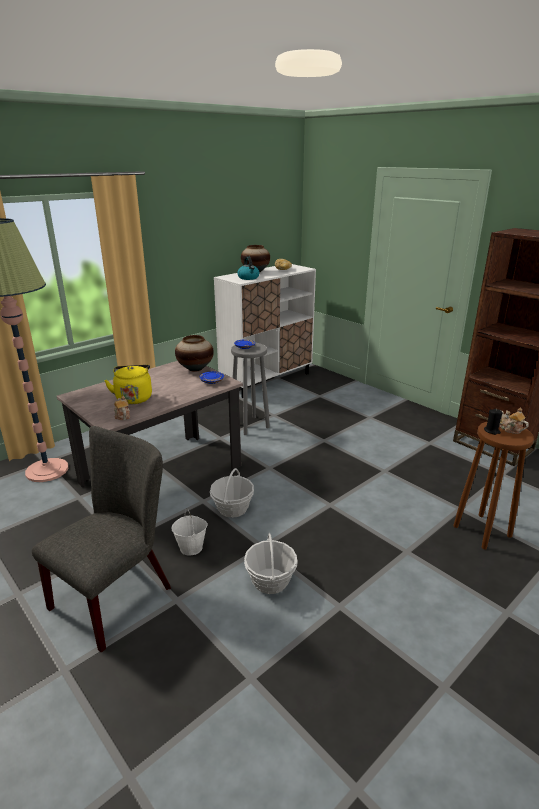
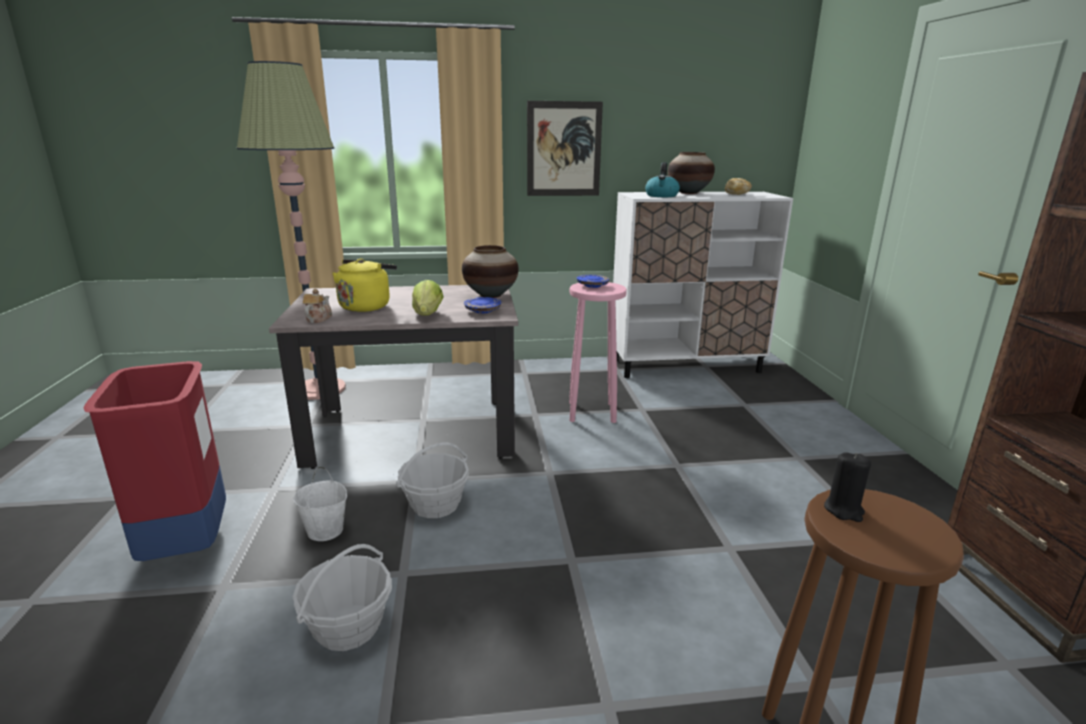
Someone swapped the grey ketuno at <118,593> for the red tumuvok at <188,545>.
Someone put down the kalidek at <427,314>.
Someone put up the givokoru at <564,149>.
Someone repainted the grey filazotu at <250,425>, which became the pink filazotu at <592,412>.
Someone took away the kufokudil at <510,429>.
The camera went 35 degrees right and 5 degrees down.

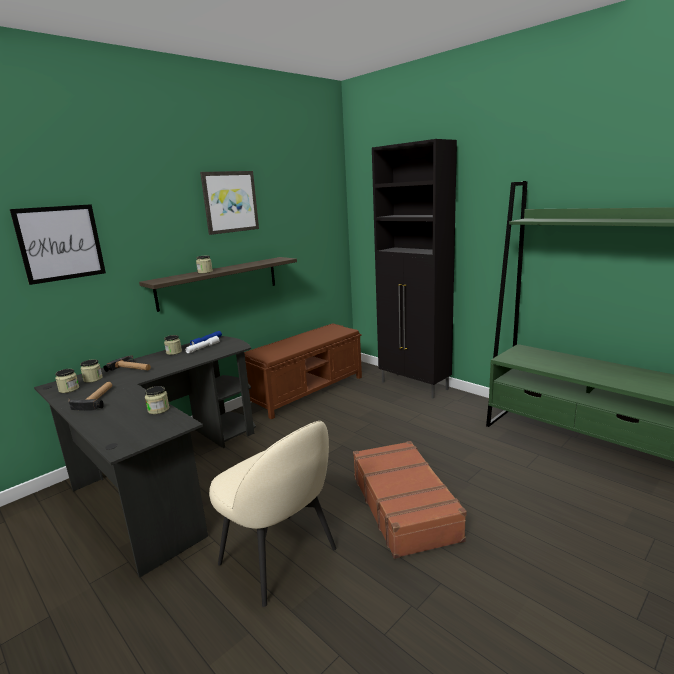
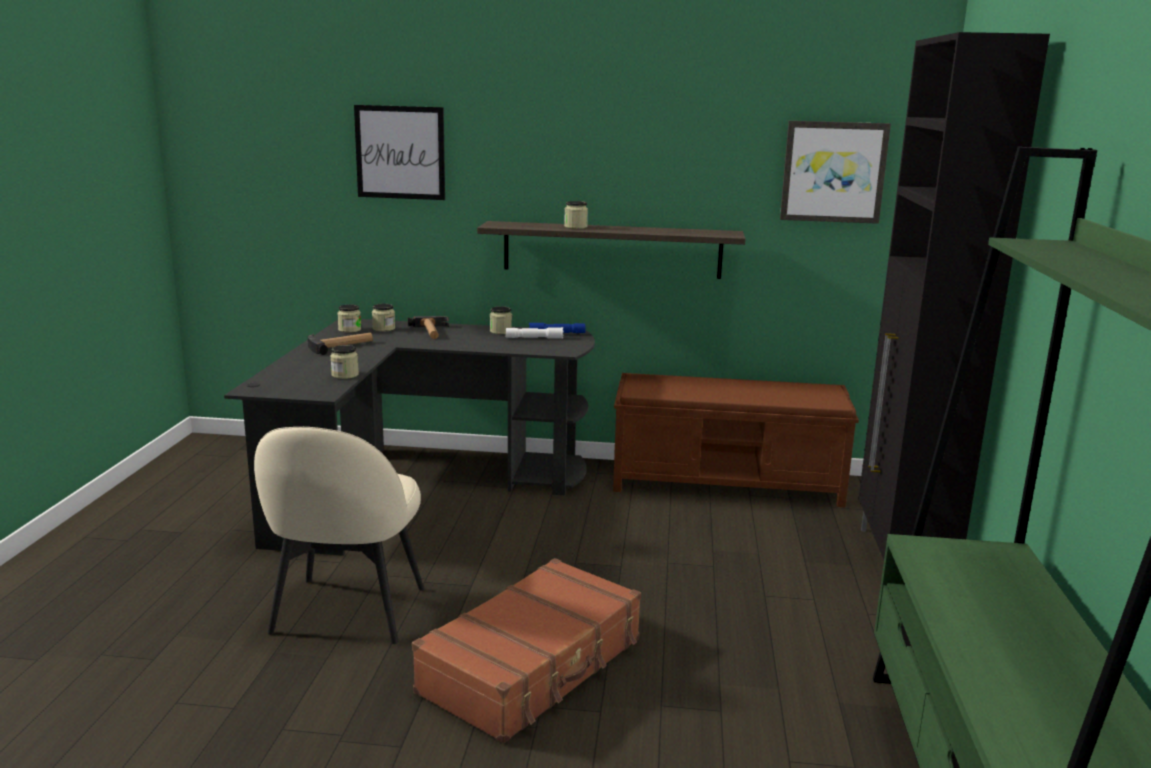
Someone carried the givokoru from <230,202> to <833,172>.
The camera went 50 degrees right and 0 degrees up.

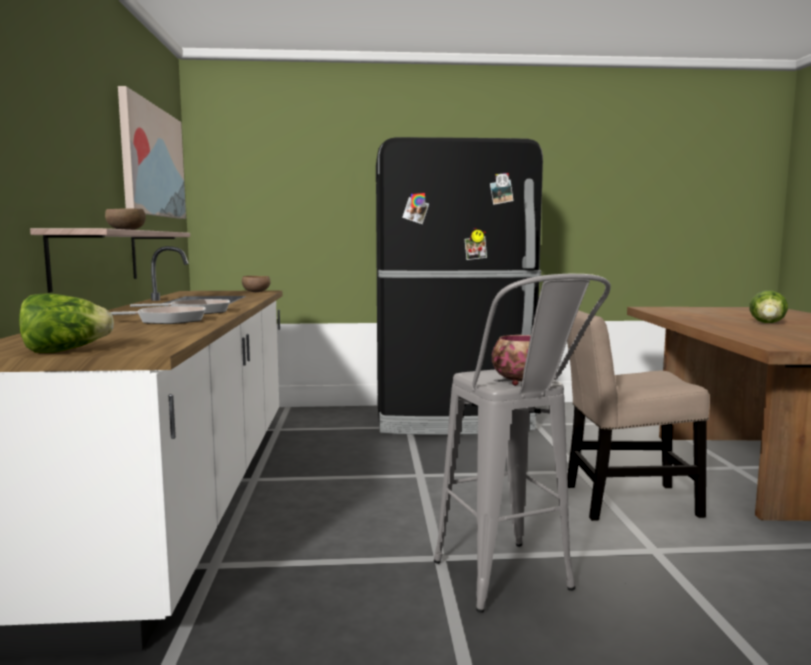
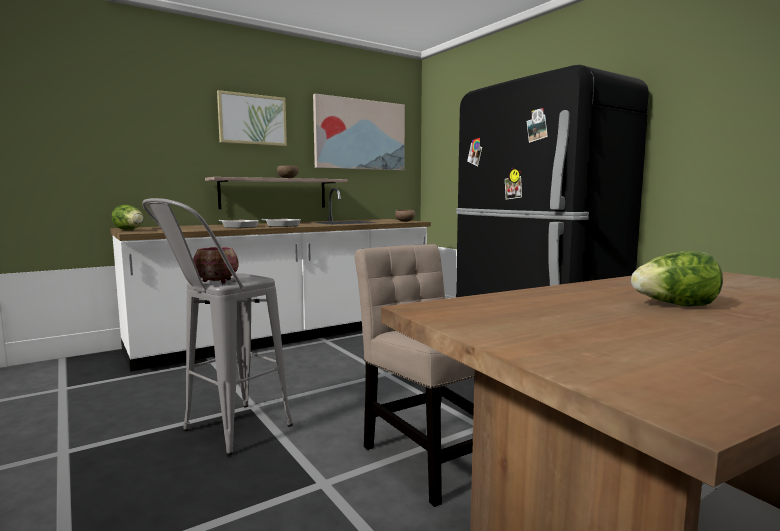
Someone put up the givokoru at <252,119>.
The camera went 60 degrees right and 0 degrees up.

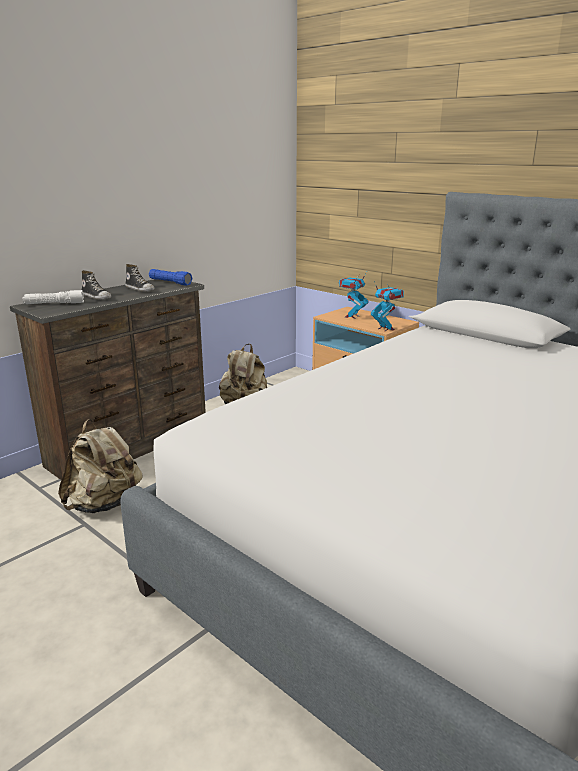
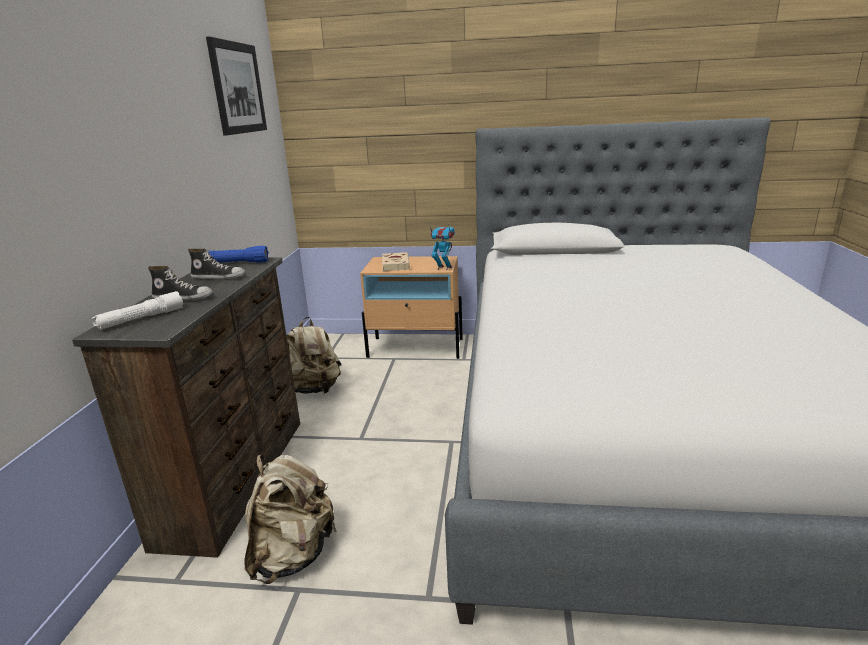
Someone put up the givokoru at <238,88>.
Someone swapped the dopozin at <352,316> for the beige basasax at <395,264>.
The camera went 35 degrees left and 0 degrees up.

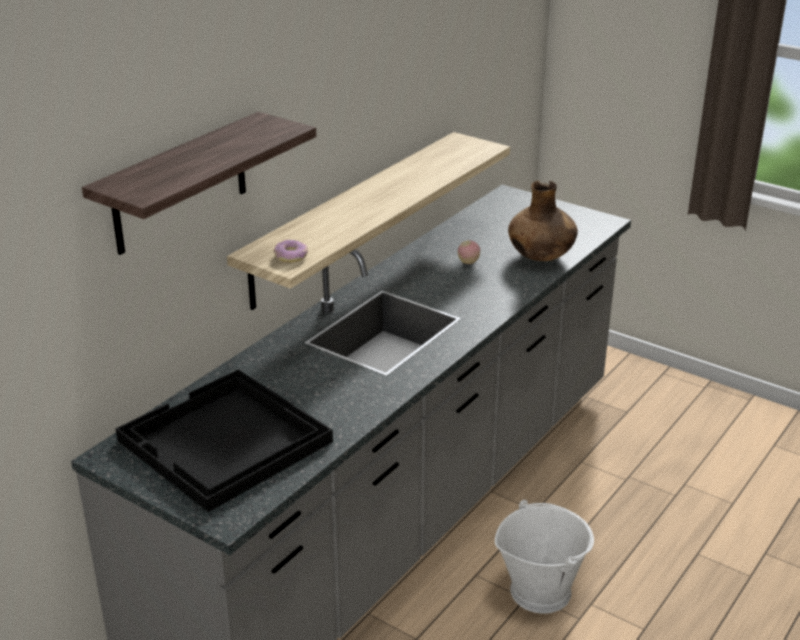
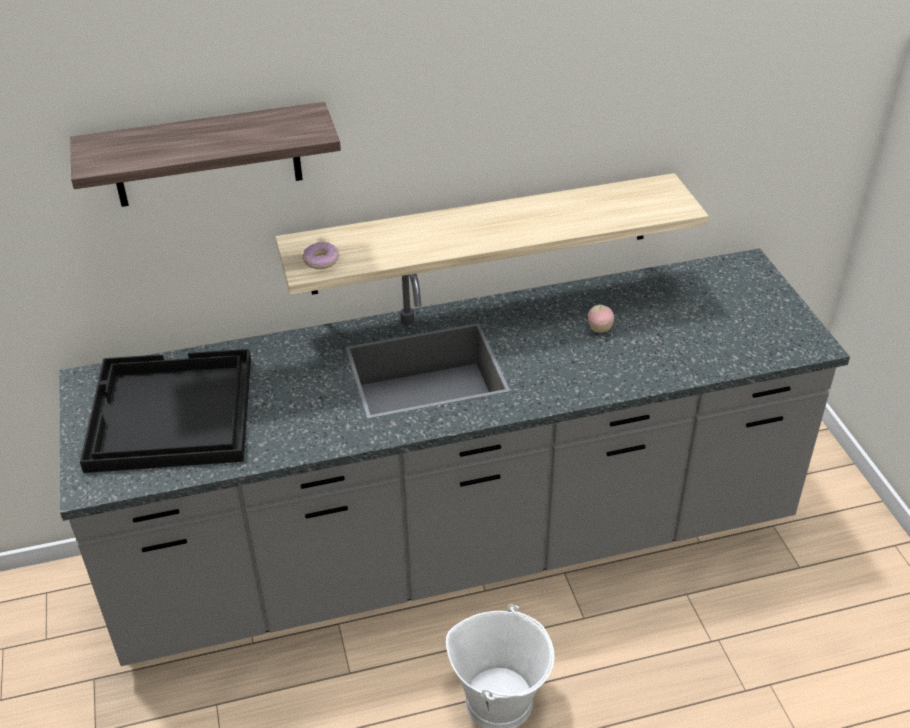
Someone took away the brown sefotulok at <541,257>.
The camera went 40 degrees right and 10 degrees up.

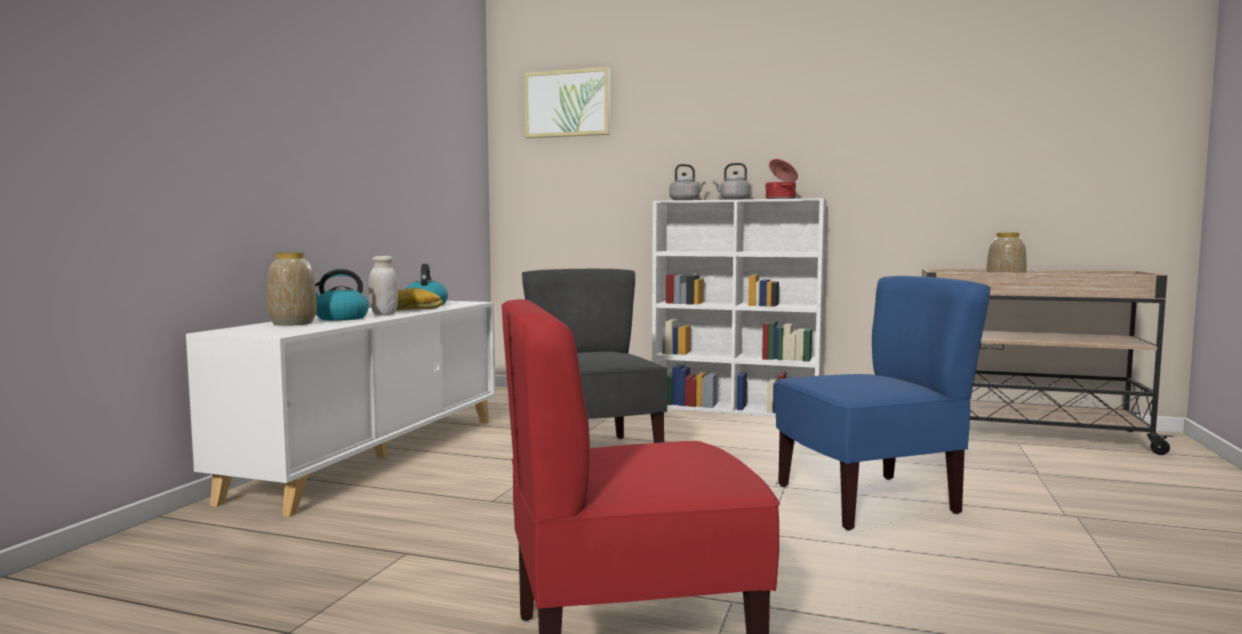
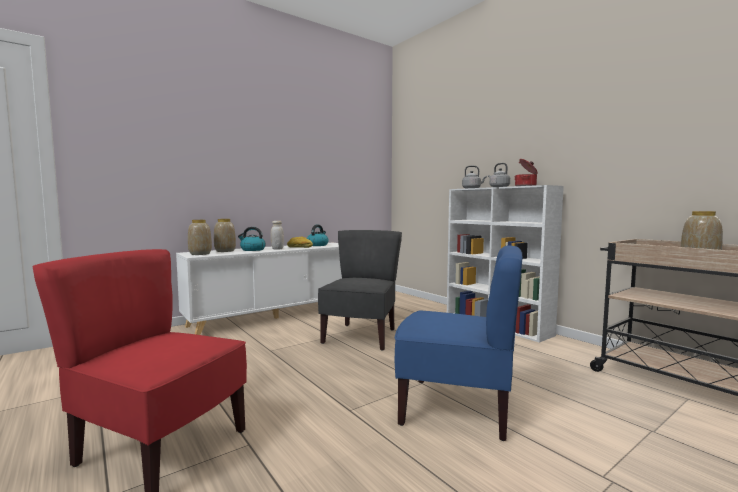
Someone put down the sefotulok at <200,254>.
Someone took away the givokoru at <567,103>.
The camera went 35 degrees right and 0 degrees up.

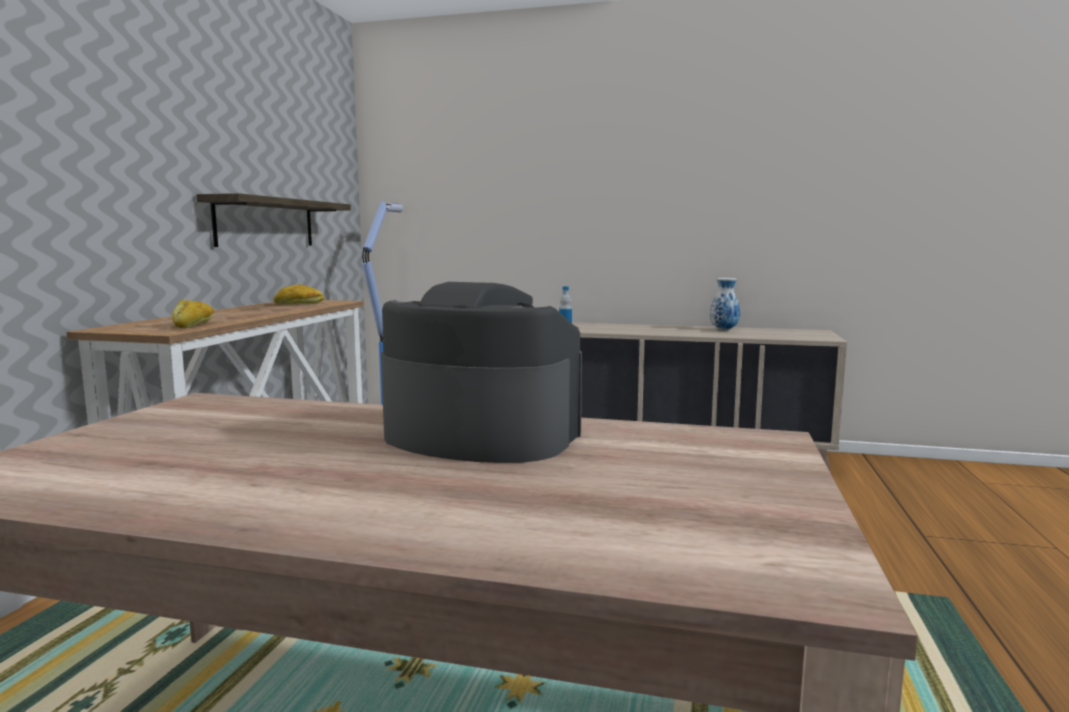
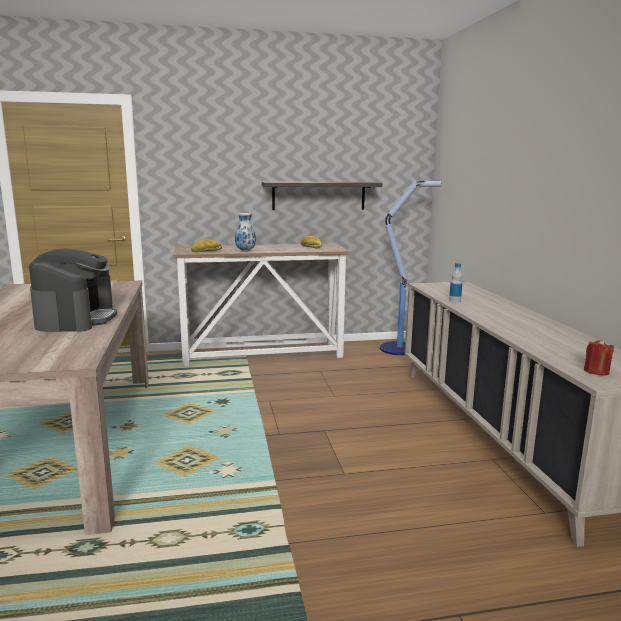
Someone carried the sefotulok from <724,330> to <246,251>.
Someone put down the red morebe at <596,371>.
The camera went 65 degrees right and 5 degrees up.

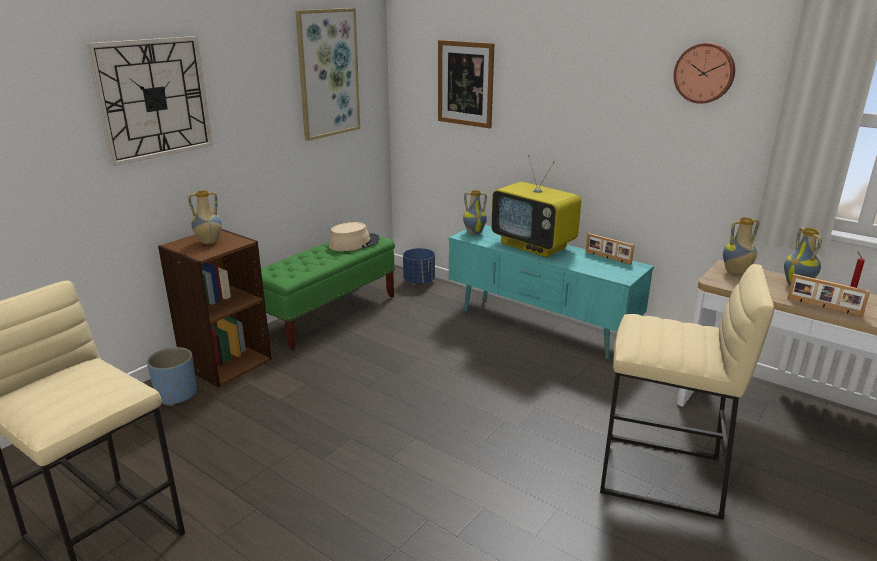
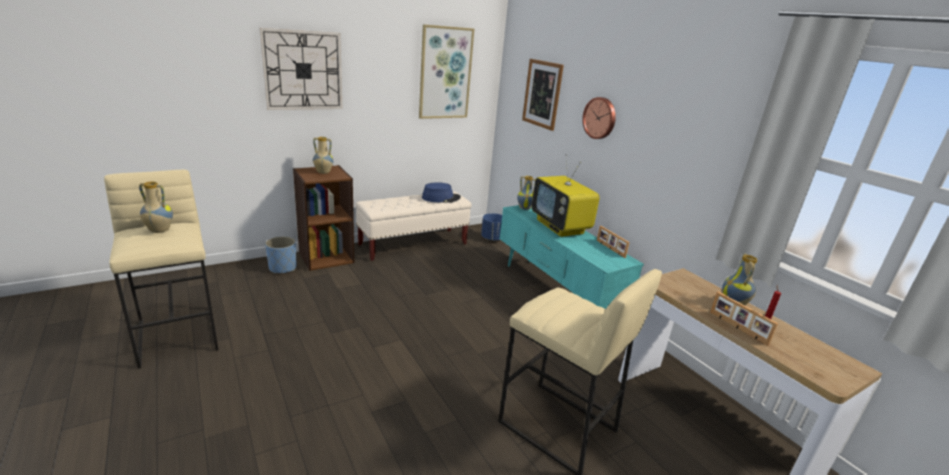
Someone carried the sefotulok from <736,273> to <159,231>.
Someone repainted the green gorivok at <329,314>, which became the beige gorivok at <413,244>.
Someone repainted the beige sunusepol at <354,243>, which became the blue sunusepol at <441,198>.
Someone carried the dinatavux from <704,73> to <600,118>.
The camera went 20 degrees right and 0 degrees up.

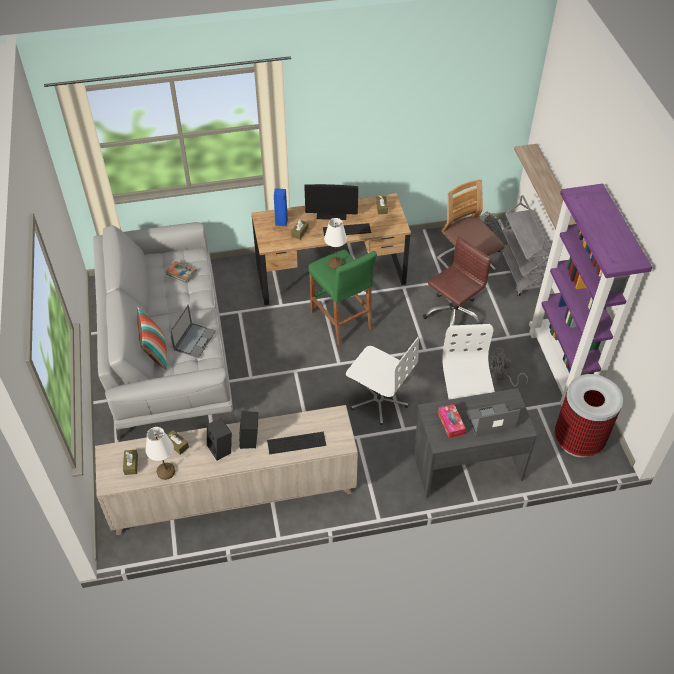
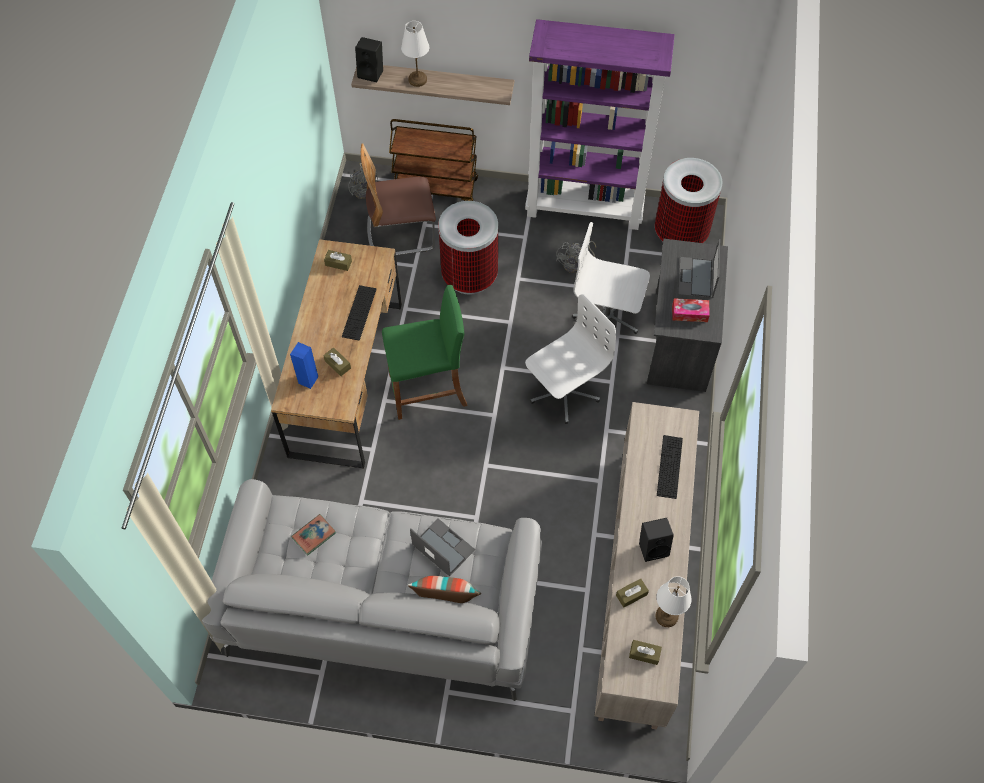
Someone carried the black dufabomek from <250,440> to <372,73>.
Someone repainted the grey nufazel at <521,271>, which became the brown nufazel at <435,187>.
Someone carried the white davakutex from <335,264> to <418,80>.
Someone swapped the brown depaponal at <452,314> for the tumuvok at <469,276>.
Someone took away the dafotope at <331,215>.
The camera went 70 degrees left and 10 degrees up.

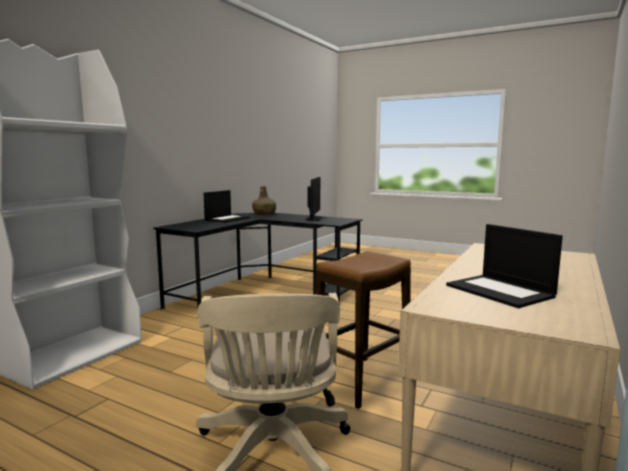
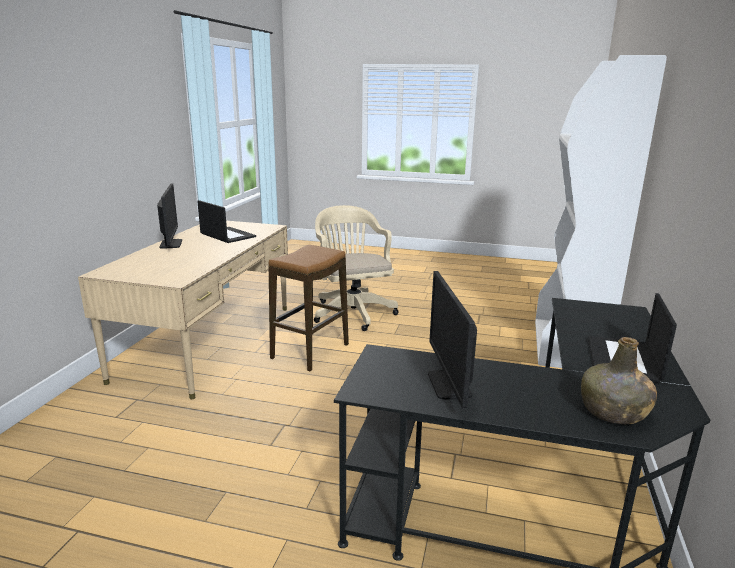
Someone put down the dafotope at <171,244>.
The camera went 165 degrees right and 10 degrees up.

